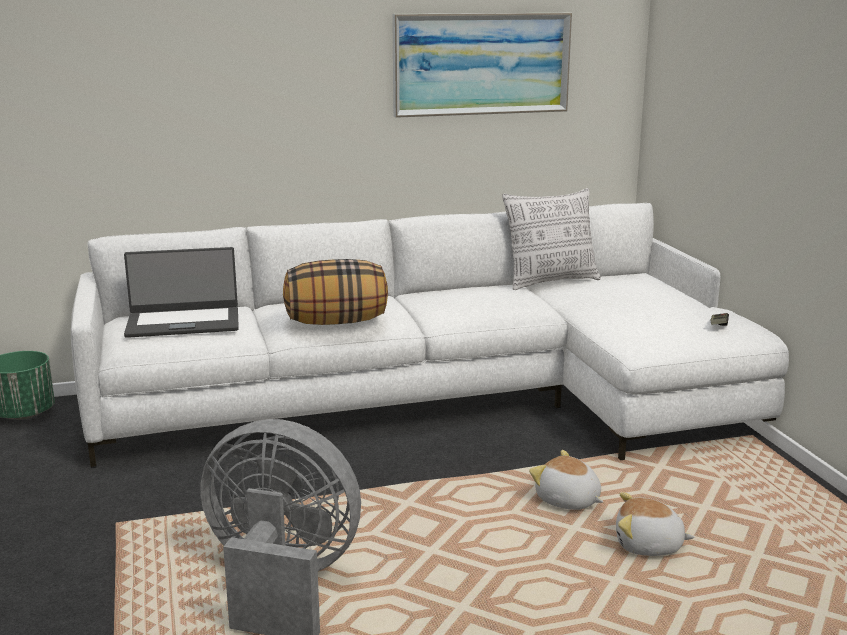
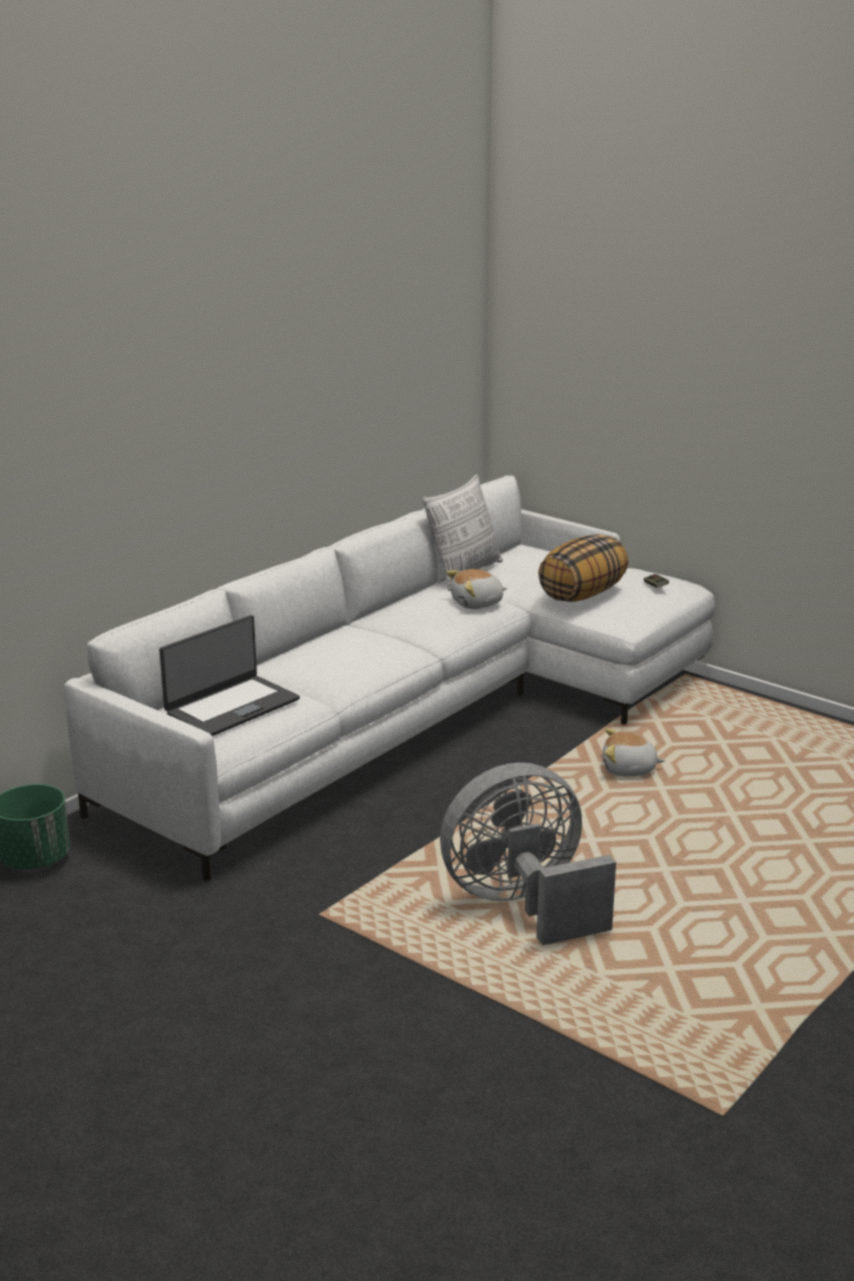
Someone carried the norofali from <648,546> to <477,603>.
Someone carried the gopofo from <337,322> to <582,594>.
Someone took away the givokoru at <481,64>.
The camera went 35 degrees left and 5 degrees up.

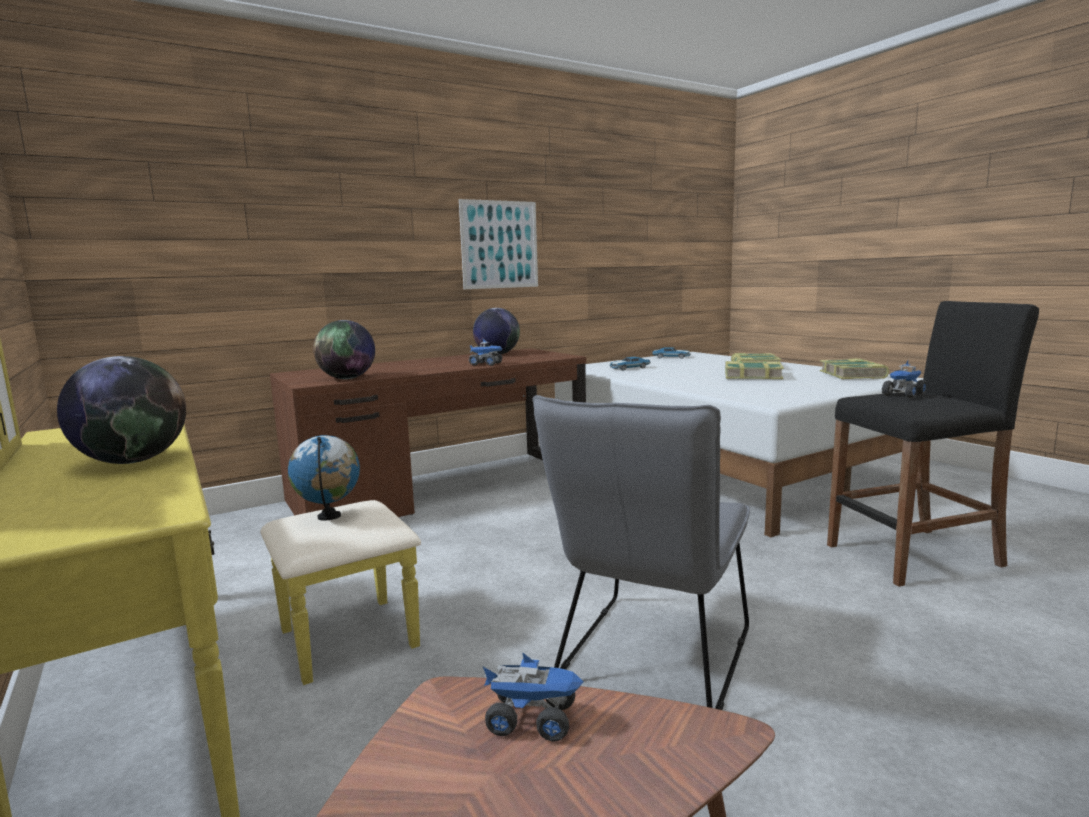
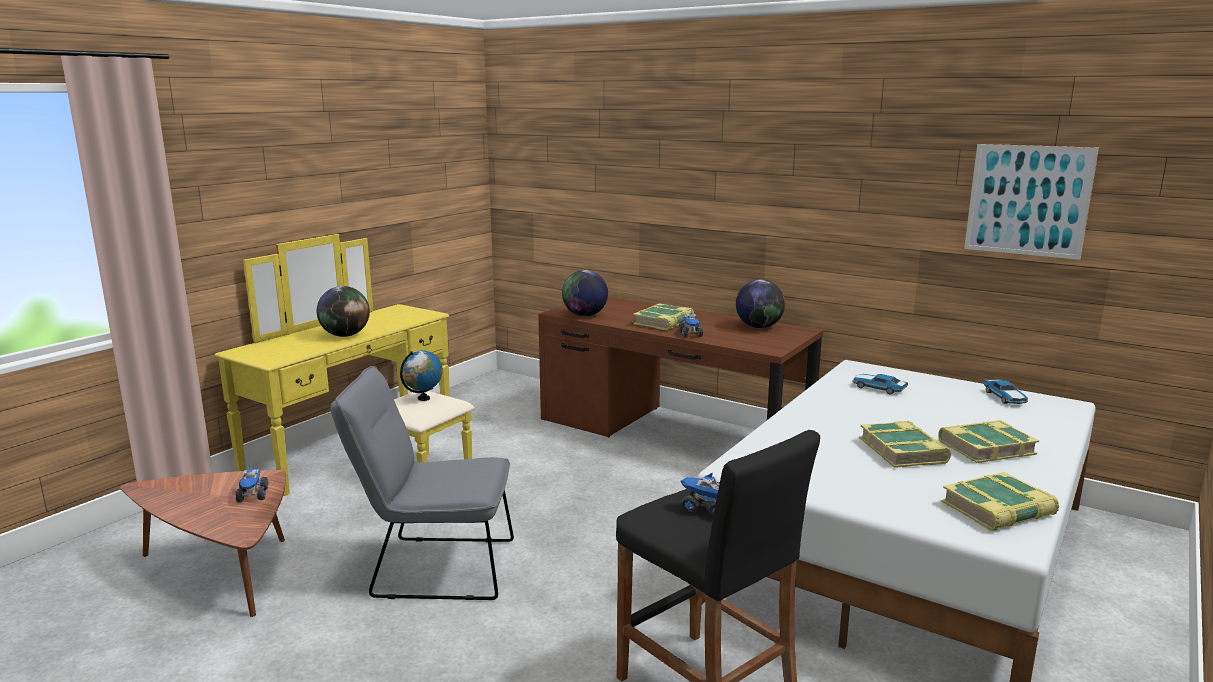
Someone put down the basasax at <664,322>.
Someone carried the givokoru from <499,244> to <1028,200>.
The camera went 65 degrees right and 5 degrees up.

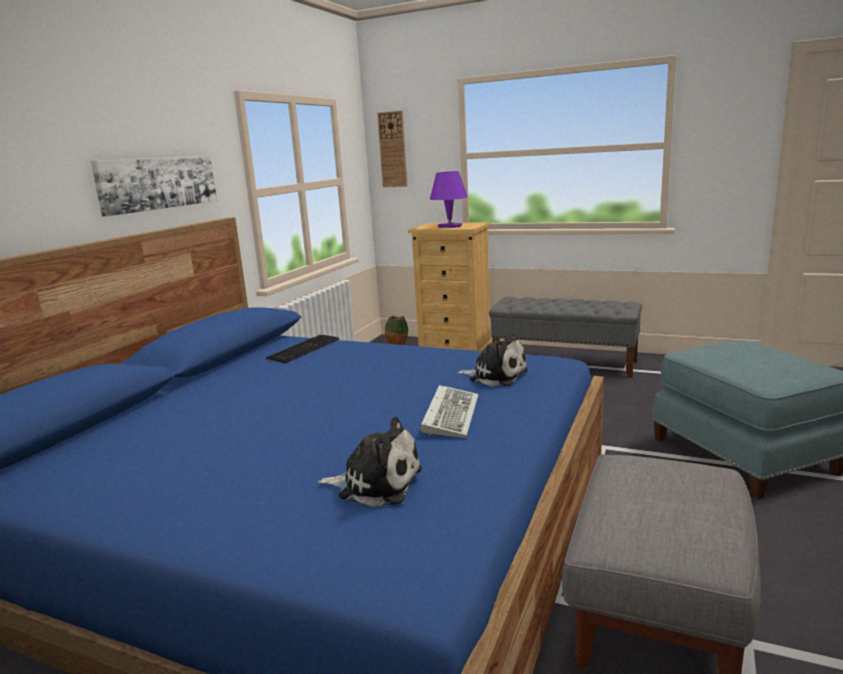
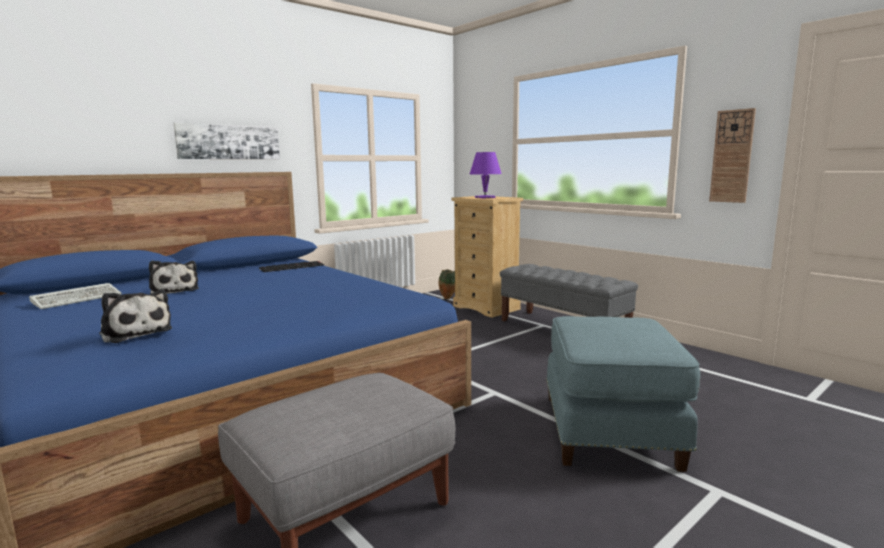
Someone carried the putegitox from <450,414> to <79,299>.
Someone carried the norofali from <495,376> to <174,290>.
Someone carried the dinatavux from <393,149> to <732,156>.
The camera went 25 degrees right and 5 degrees down.

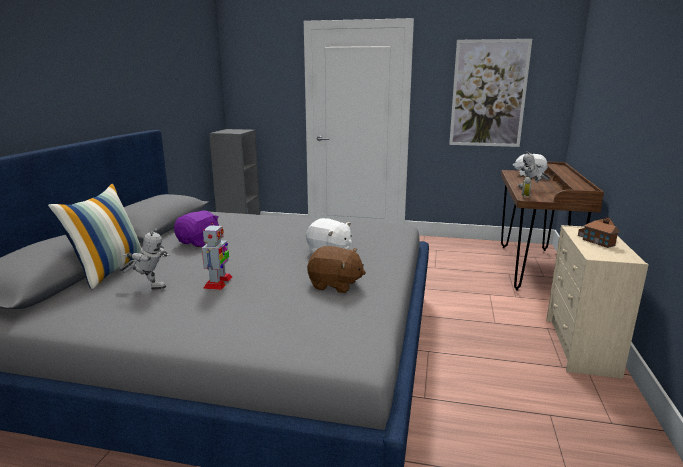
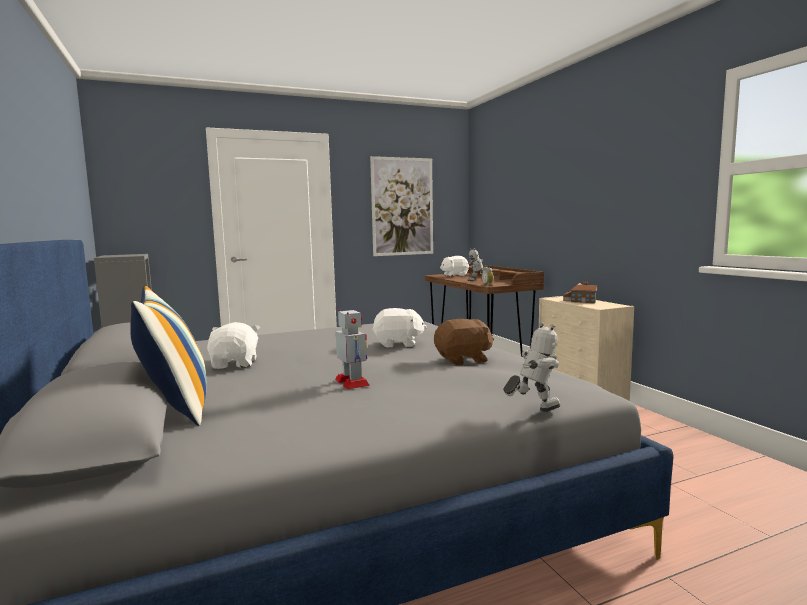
Someone repainted the purple norofali at <199,242>, which became the white norofali at <235,364>.
Someone carried the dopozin from <149,286> to <533,410>.
The camera went 35 degrees left and 10 degrees down.

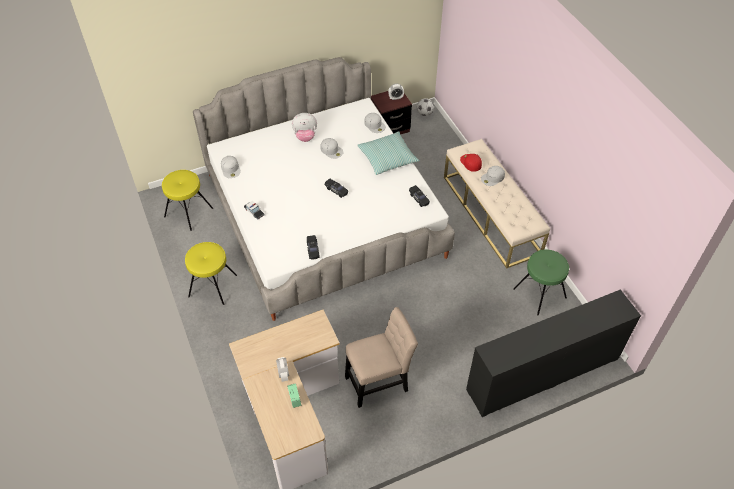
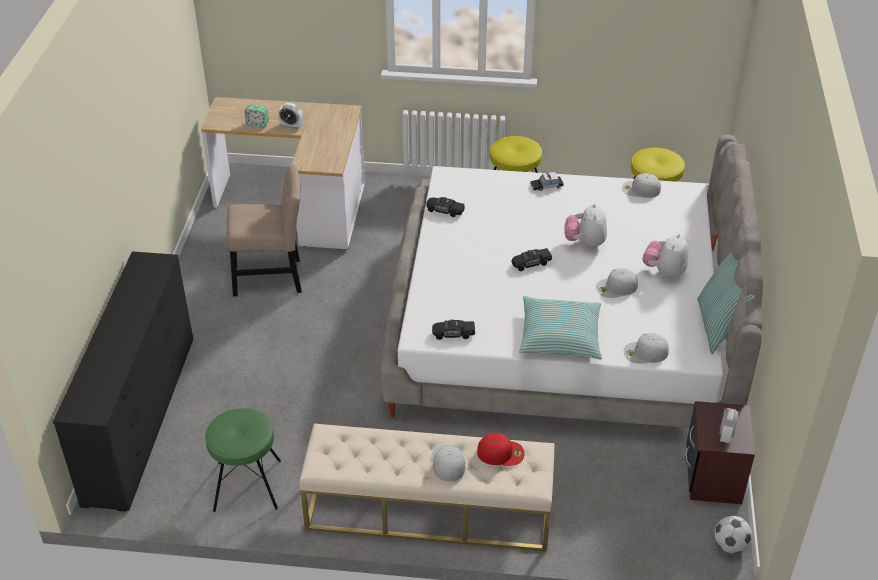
Someone rotated the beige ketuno at <379,382> by 105 degrees counterclockwise.
Someone put down the norofali at <585,243>.
Someone put down the gopofo at <718,326>.
The camera went 120 degrees right and 10 degrees down.

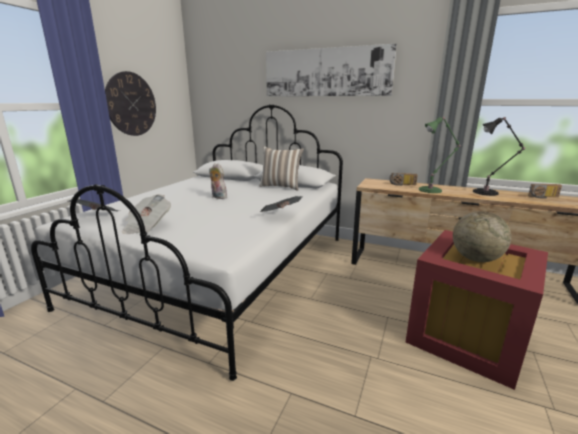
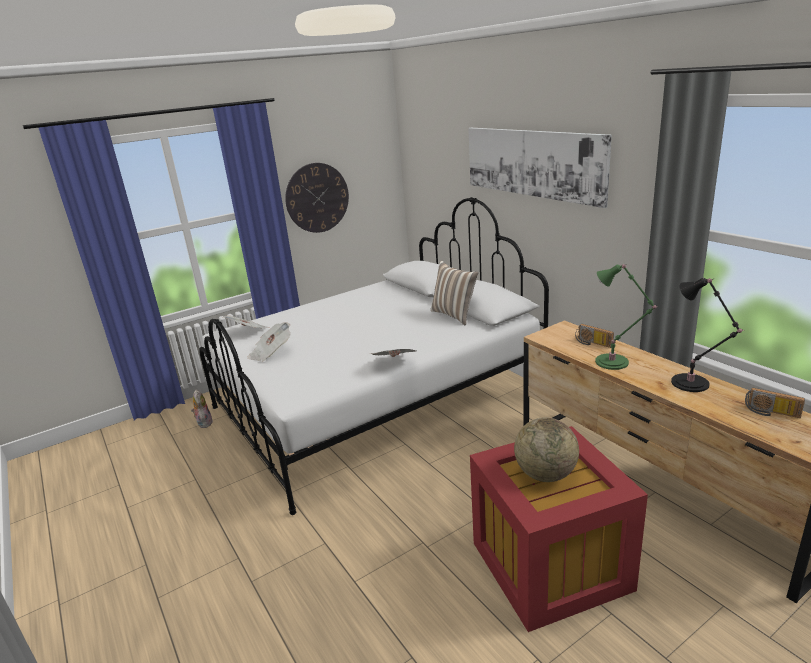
Someone carried the norofali from <218,197> to <204,423>.
The camera went 35 degrees right and 5 degrees up.

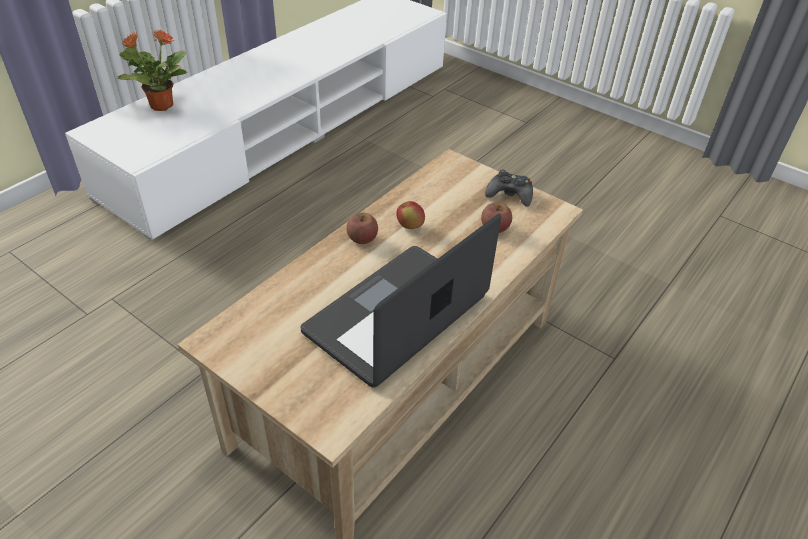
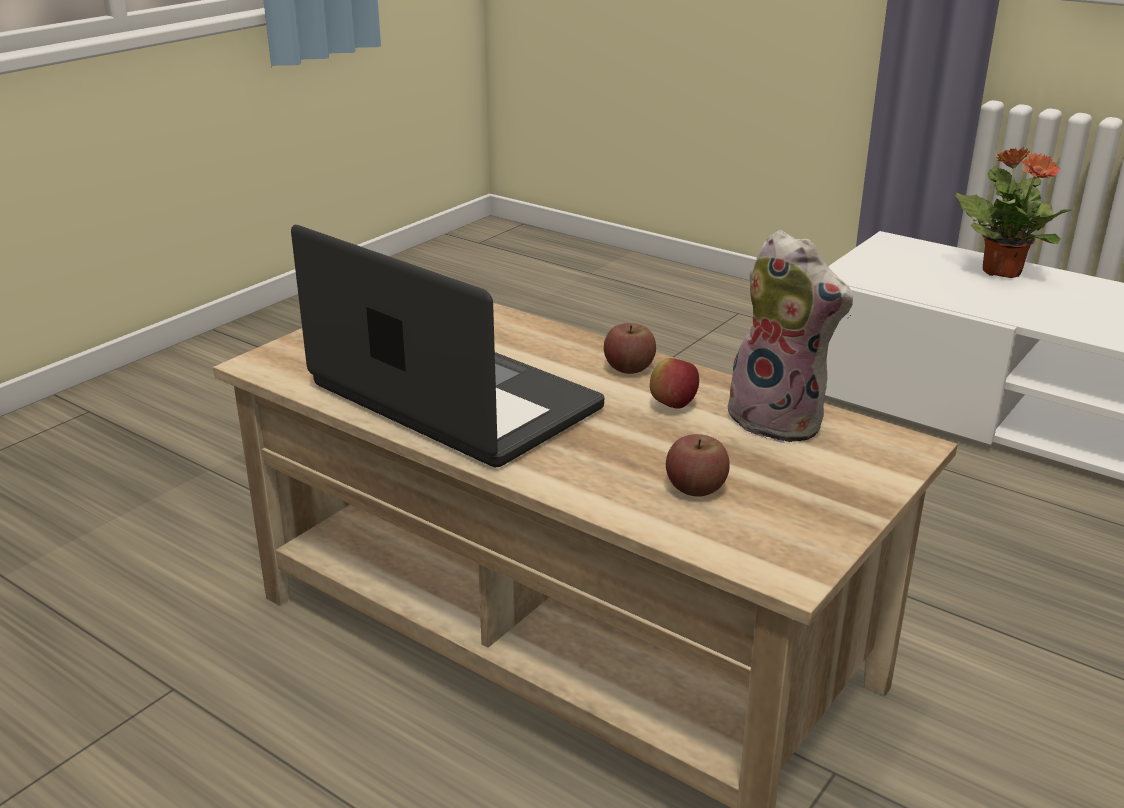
Someone put down the norofali at <781,420>.
Someone took away the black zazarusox at <509,194>.
The camera went 90 degrees right and 15 degrees down.

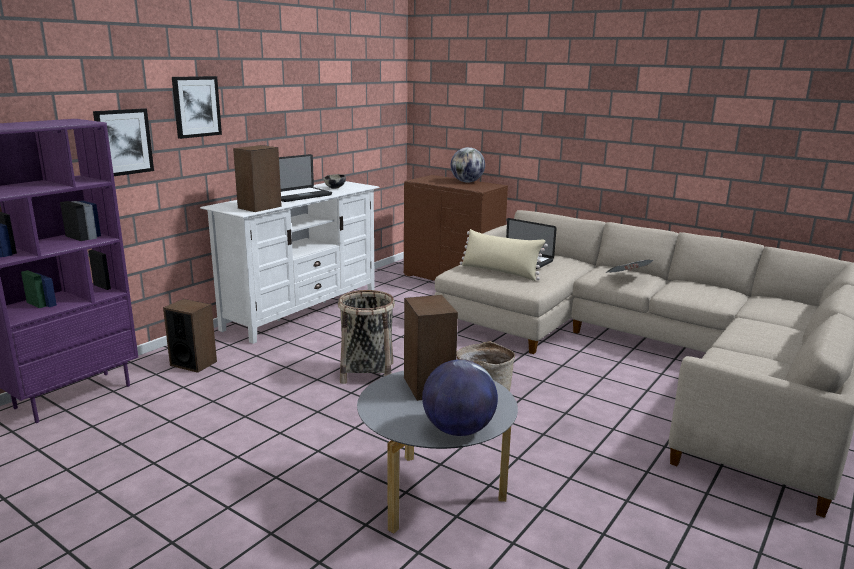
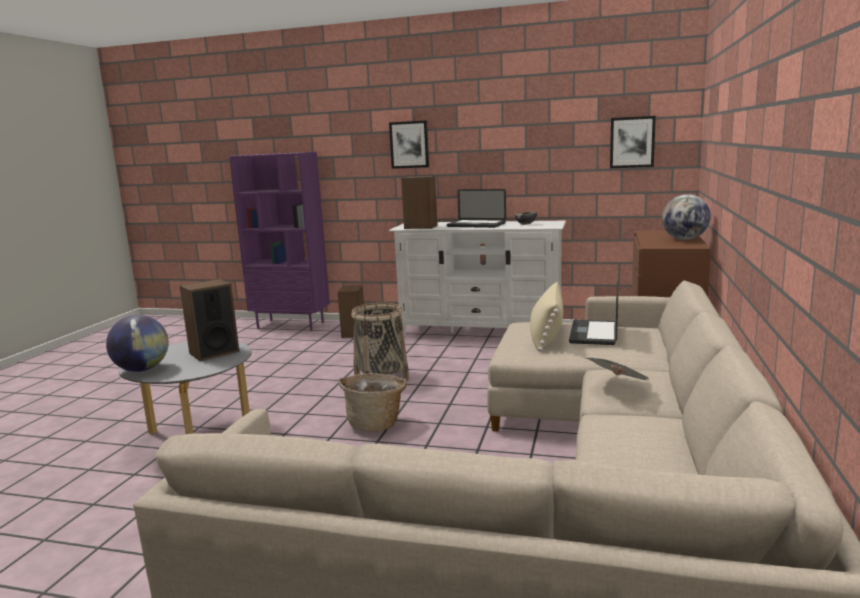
Someone carried the givokoru from <123,142> to <632,142>.
The camera went 70 degrees right and 5 degrees down.

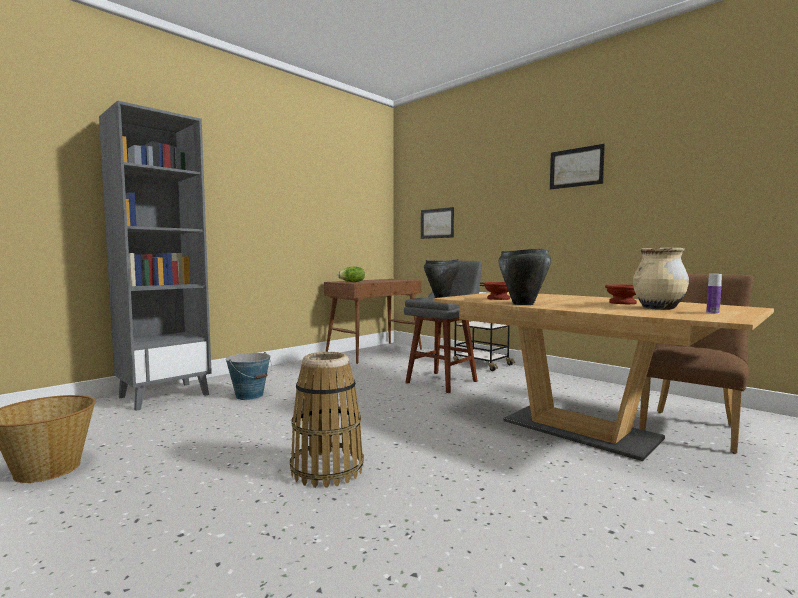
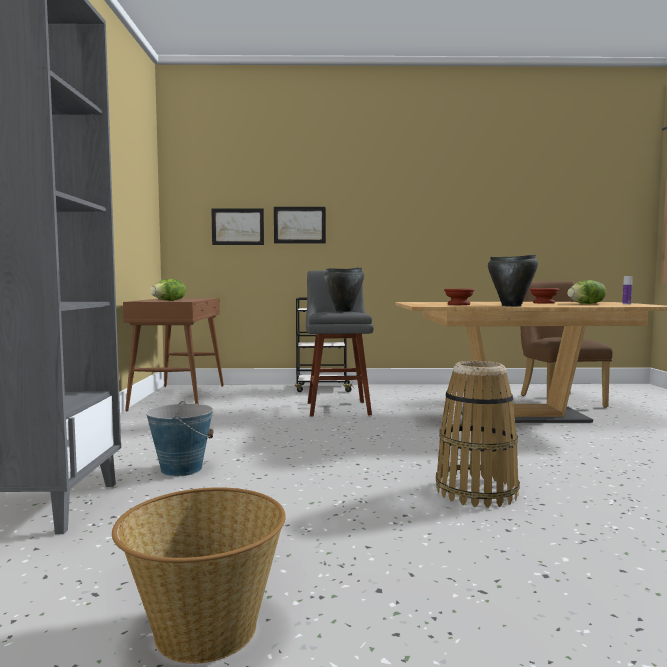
Someone carried the givokoru from <576,167> to <299,225>.
Someone swapped the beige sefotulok at <658,308> for the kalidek at <586,304>.
The camera went 45 degrees left and 0 degrees up.

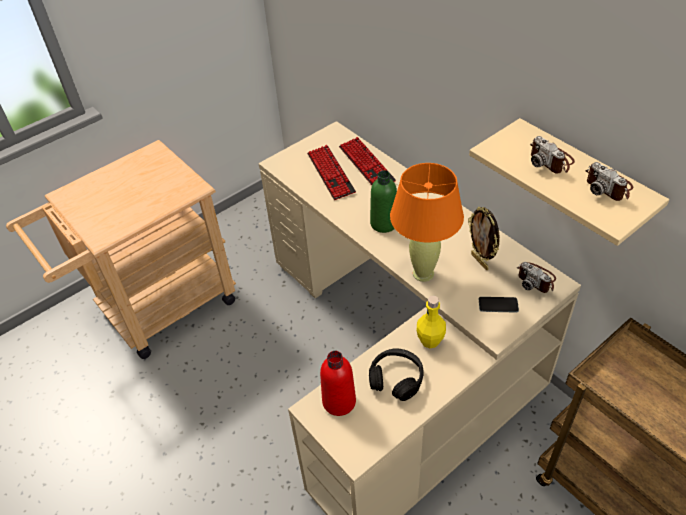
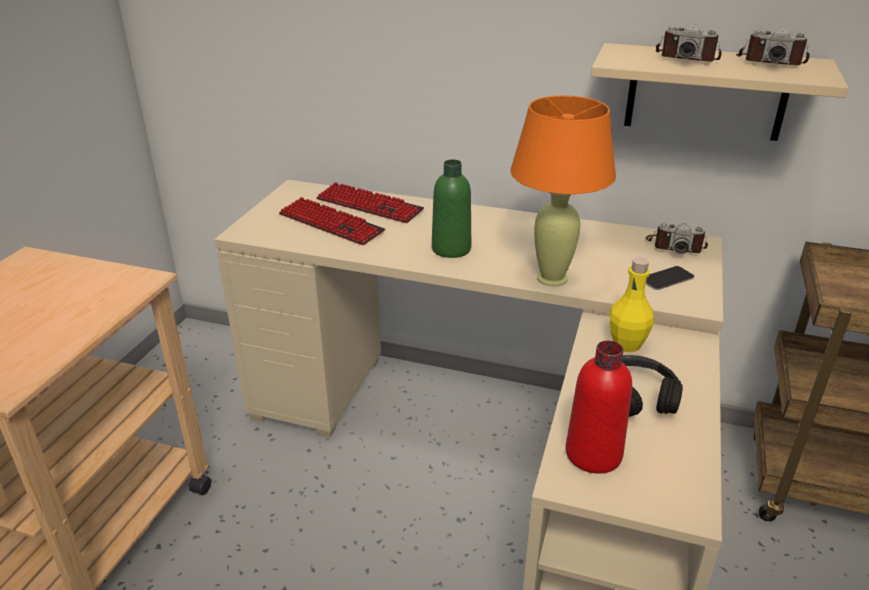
Someone took away the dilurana at <480,261>.
The camera went 35 degrees left and 15 degrees down.

